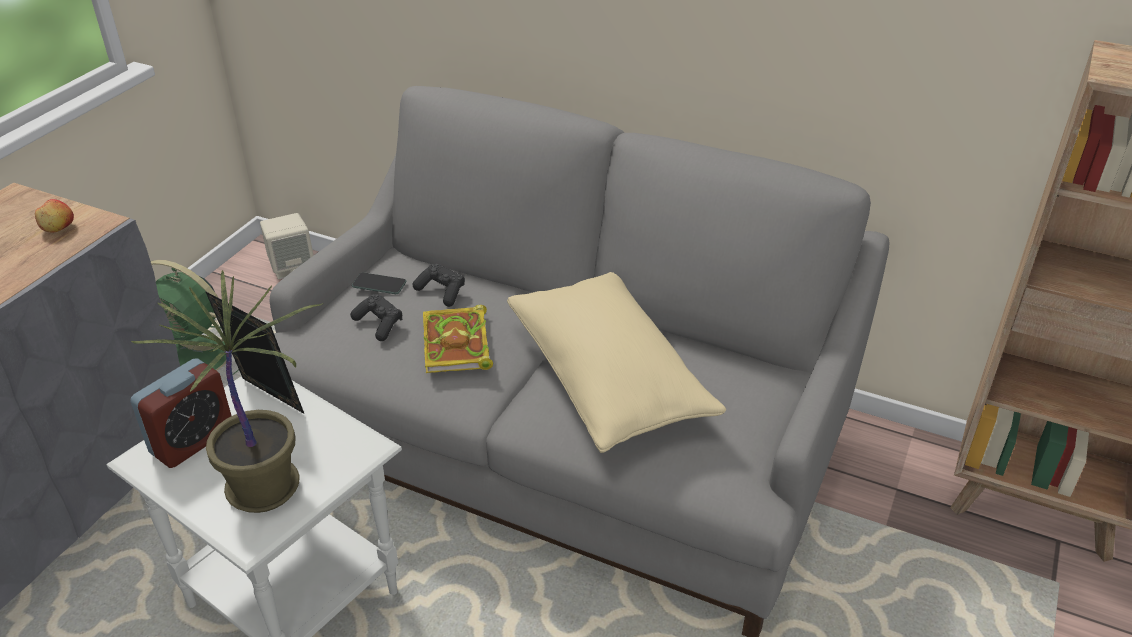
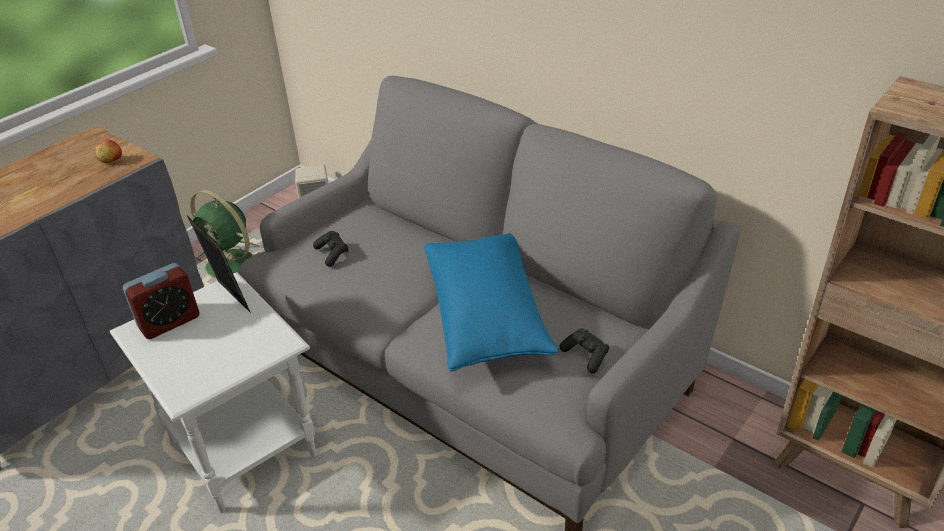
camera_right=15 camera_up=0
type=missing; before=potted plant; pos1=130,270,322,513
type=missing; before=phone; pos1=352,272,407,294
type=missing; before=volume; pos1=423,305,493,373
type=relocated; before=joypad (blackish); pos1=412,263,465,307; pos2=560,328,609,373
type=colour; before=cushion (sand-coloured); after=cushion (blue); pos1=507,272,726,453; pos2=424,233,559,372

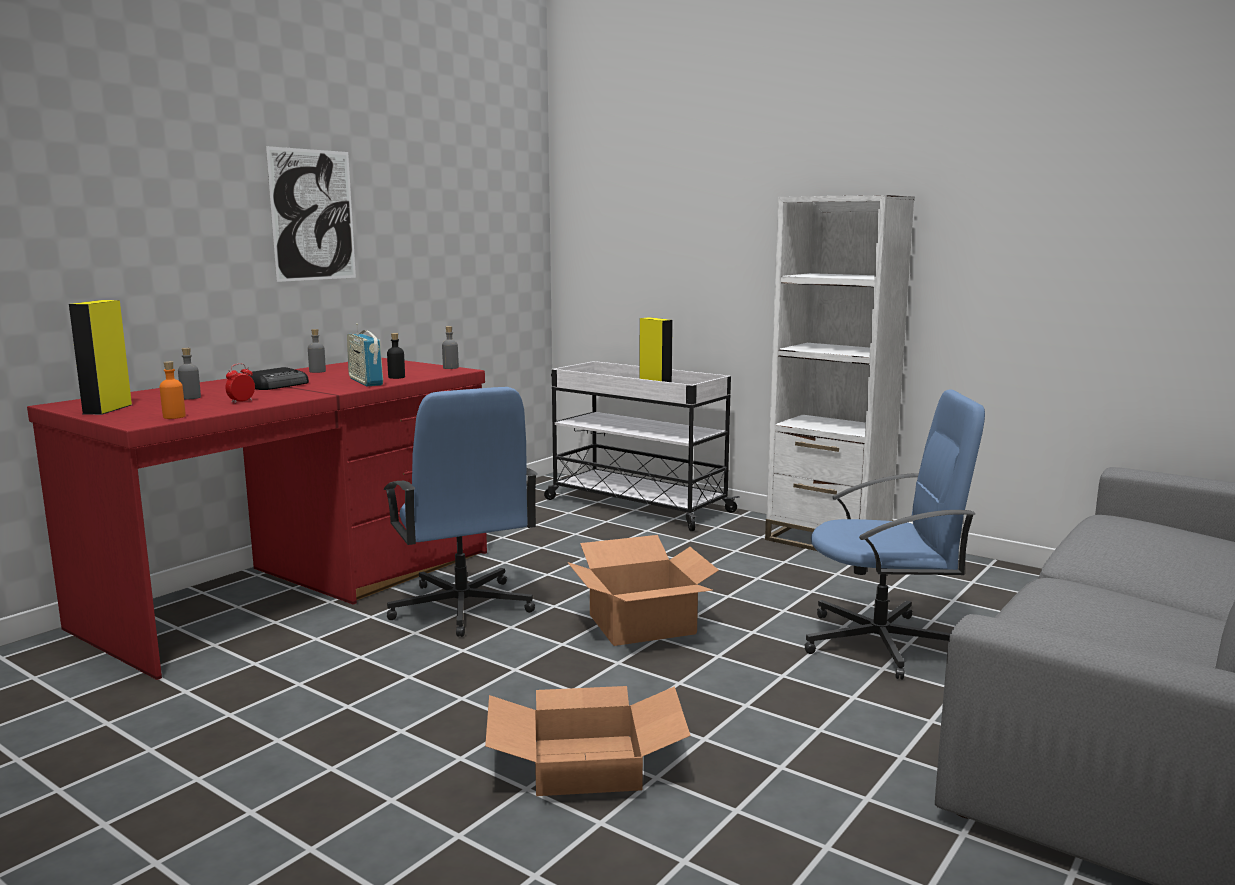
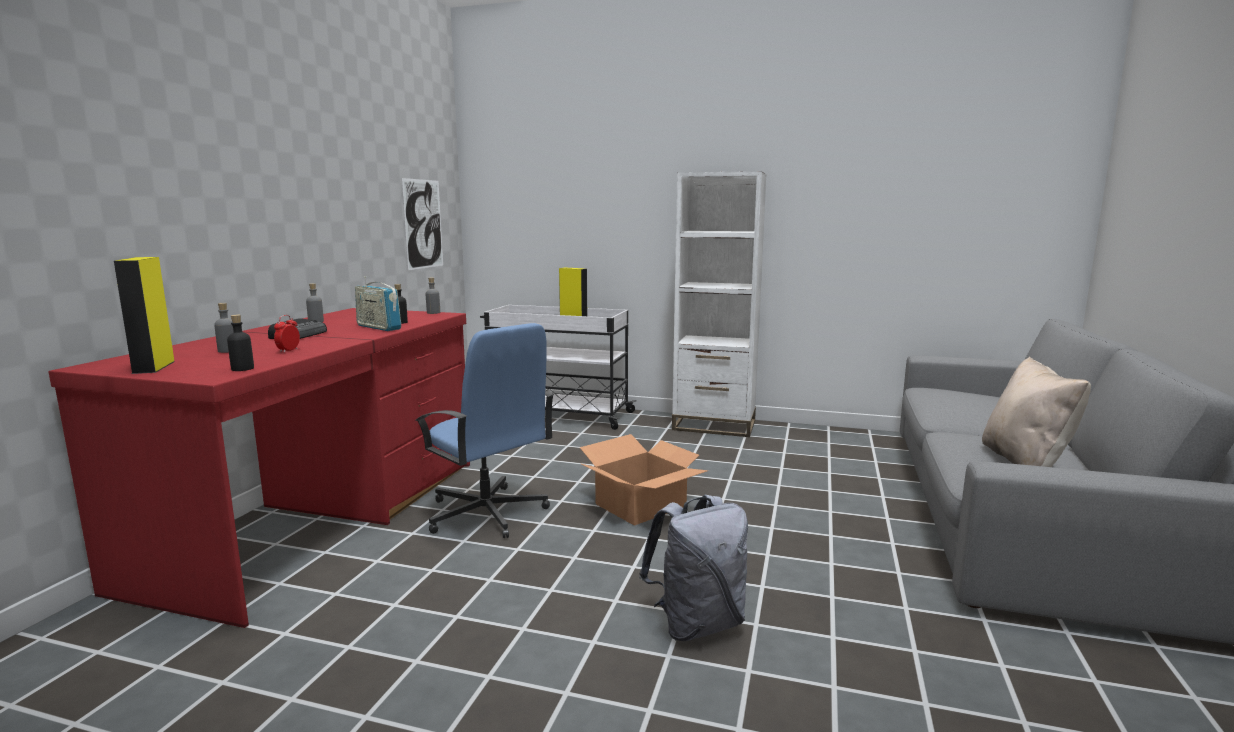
camera_right=-20 camera_up=0
type=missing; before=computer chair (blue); pos1=805,390,985,680
type=appeared; after=cushion (sand-coloured); pos2=982,357,1091,467
type=relocated; before=wall art; pos1=266,146,356,282; pos2=402,178,443,270
type=exchanged; before=packing box; after=knapsack (grey); pos1=485,686,691,796; pos2=639,495,748,641
type=colour; before=beverage bottle (orange-coloured); after=beverage bottle (blackish); pos1=160,361,186,419; pos2=227,315,254,371

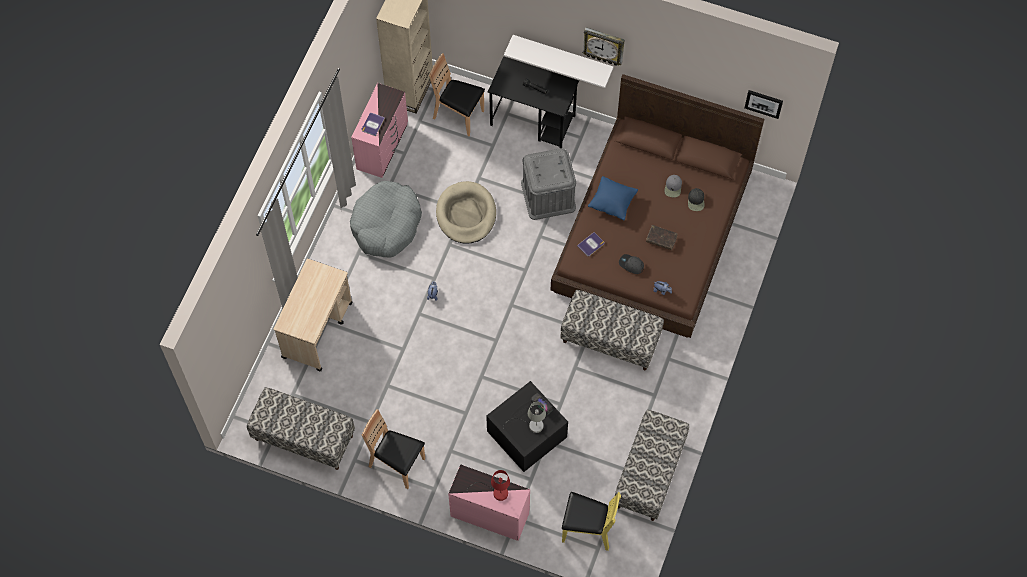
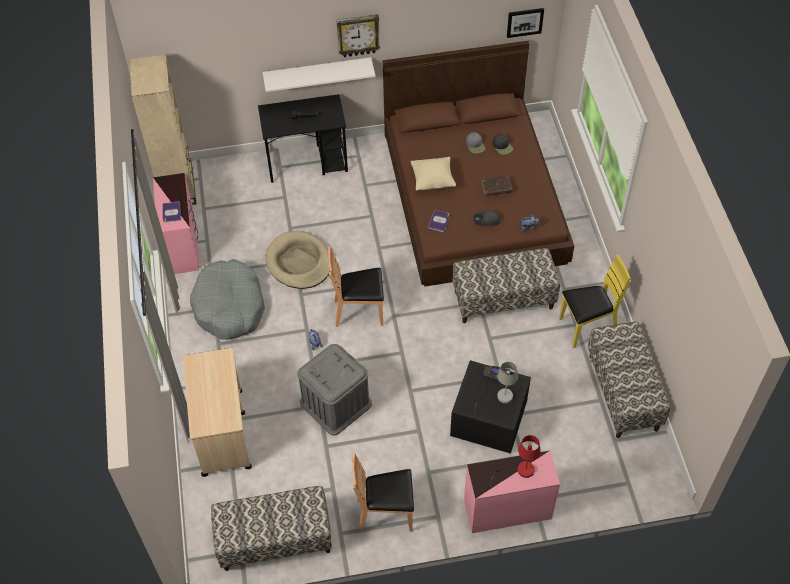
camera_right=-30 camera_up=-10
type=relocated; before=upright chair (brownish); pos1=429,53,485,136; pos2=328,246,384,327
type=relocated; before=storage box (grey); pos1=521,148,576,220; pos2=297,344,372,435
type=relocated; before=upright chair (yellow); pos1=562,492,621,551; pos2=559,255,631,348
type=colour; before=cushion (blue); after=cushion (sand-coloured); pos1=588,176,638,220; pos2=411,157,456,191

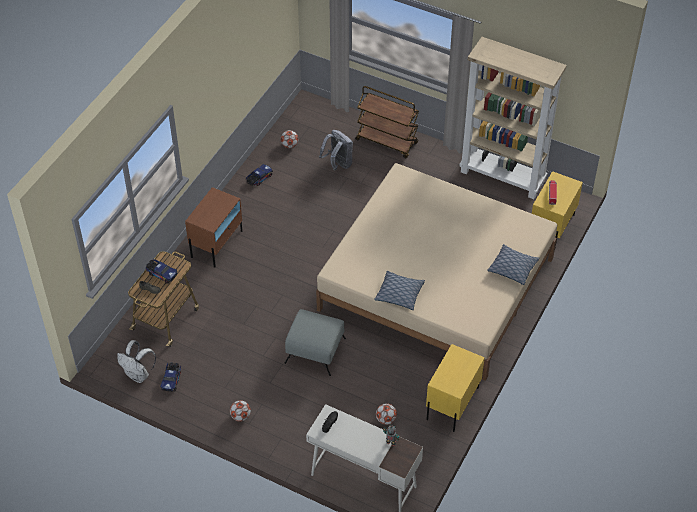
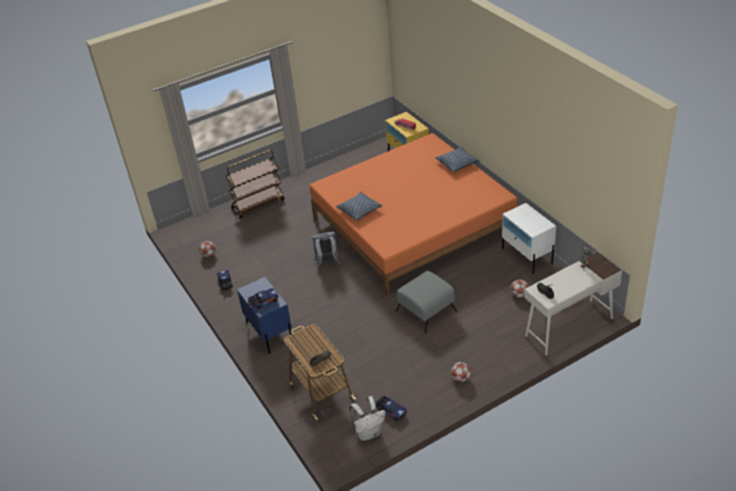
camera_right=-55 camera_up=-10
type=missing; before=bookshelf (sand-coloured); pos1=459,37,567,199
type=relocated; before=toy truck; pos1=145,259,178,284; pos2=248,288,278,309
type=relocated; before=knapsack (grey); pos1=319,130,353,171; pos2=312,232,340,267
type=relocated; before=cushion; pos1=374,271,425,310; pos2=336,192,382,221
type=colour; before=bedside table (brownish); after=bedside table (blue); pos1=185,187,242,268; pos2=237,277,292,354
type=colour; before=bed (sand-coloured); after=bed (orange-coloured); pos1=316,163,557,381; pos2=310,133,518,297
type=colour; before=bedside table (yellow); after=bedside table (white-coloured); pos1=426,344,485,432; pos2=502,203,556,274

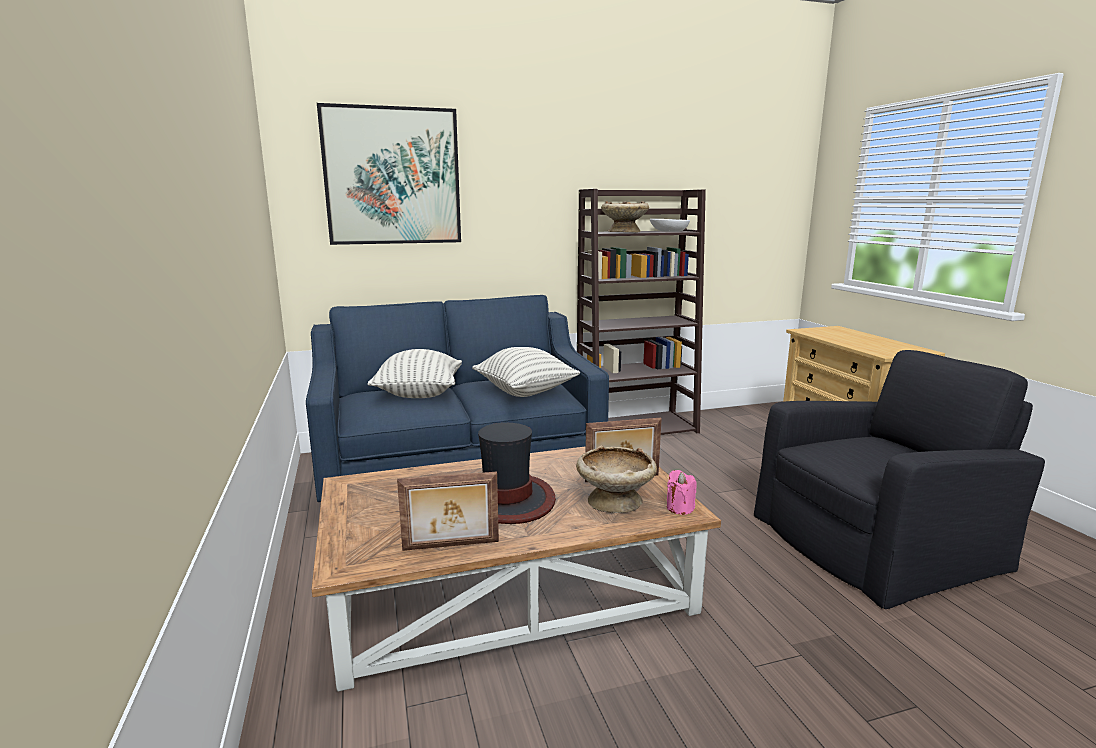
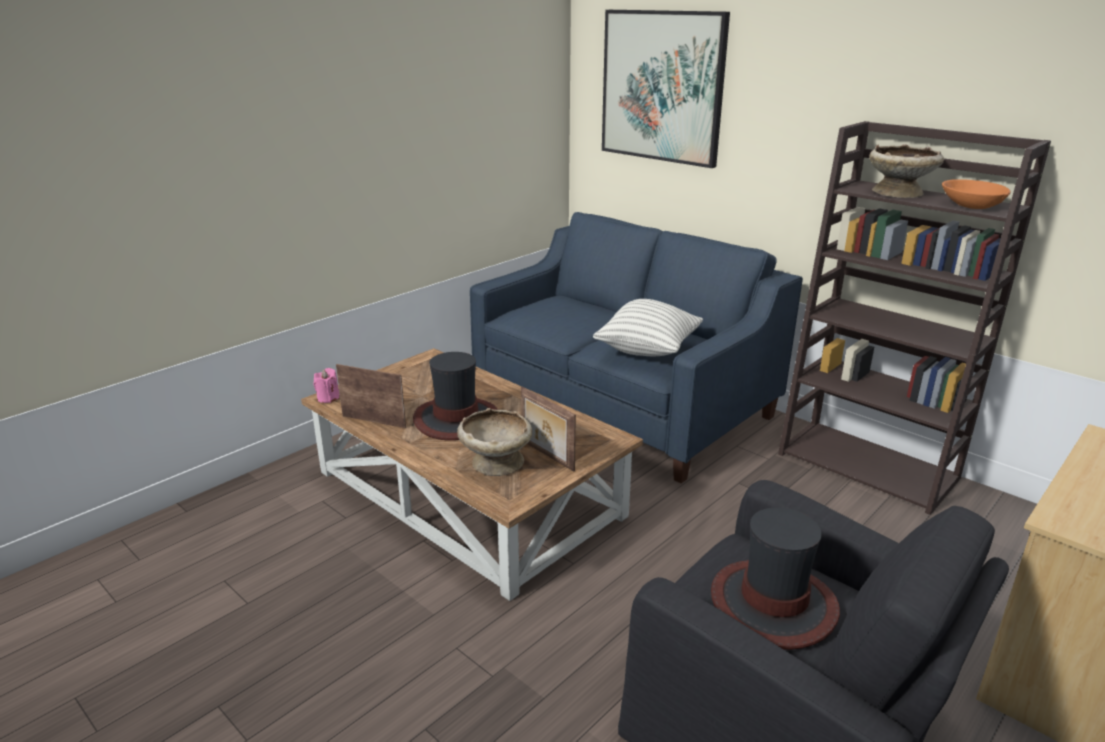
camera_right=60 camera_up=10
type=missing; before=cushion; pos1=368,349,462,398
type=appeared; after=clothing hat; pos2=711,507,840,650
type=relocated; before=candle (pinkish); pos1=667,470,697,515; pos2=313,368,339,403
type=colour; before=bowl (white-coloured); after=bowl (orange-coloured); pos1=650,219,690,232; pos2=942,179,1010,209
type=spun; before=photo frame; pos1=397,472,499,551; pos2=336,364,406,428; turn=150

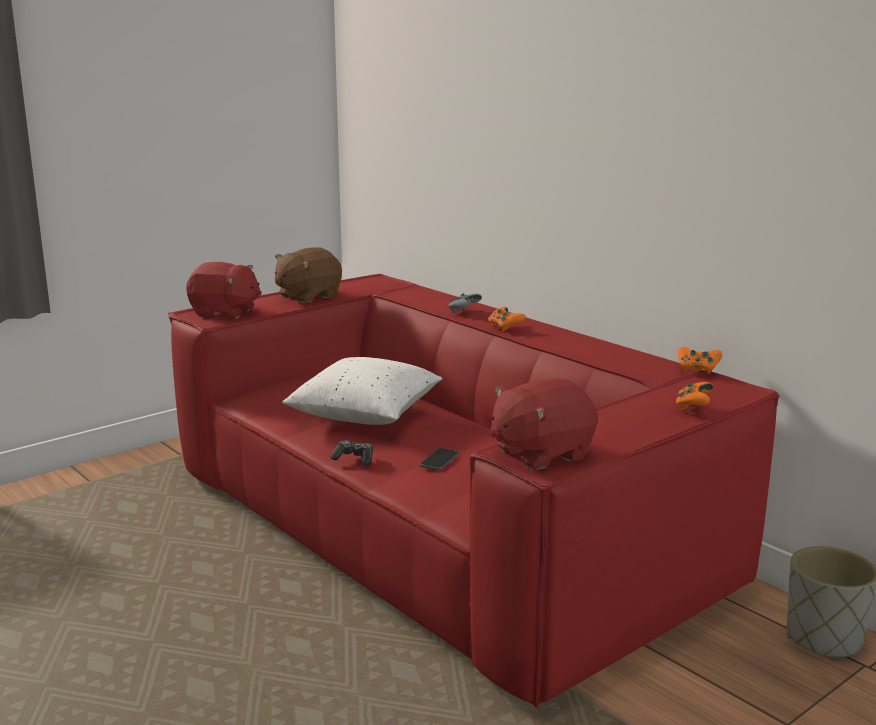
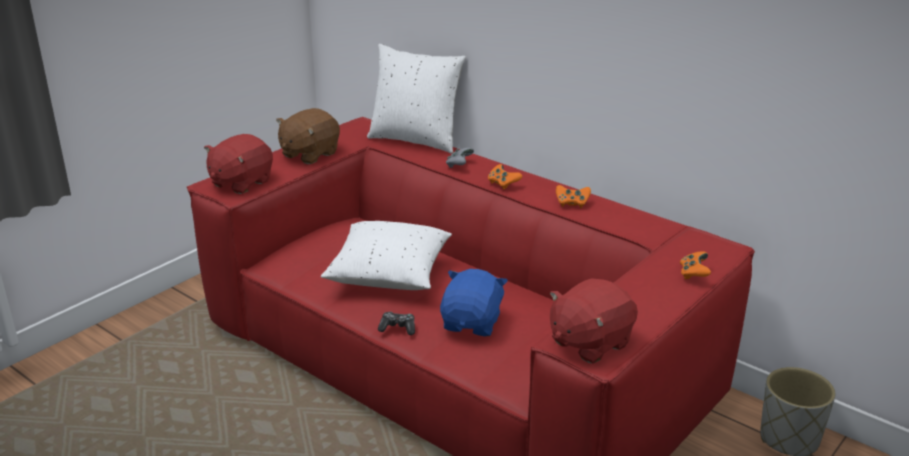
camera_right=-10 camera_up=10
type=appeared; after=cushion (white-coloured); pos2=367,44,466,153
type=relocated; before=joypad (orange-coloured); pos1=678,347,722,374; pos2=556,185,591,208
type=exchanged; before=phone; after=cuddly toy (blue); pos1=420,448,459,470; pos2=440,269,508,336
type=spun; before=cuddly toy (red-coloured); pos1=186,262,262,319; pos2=204,134,273,194; turn=120

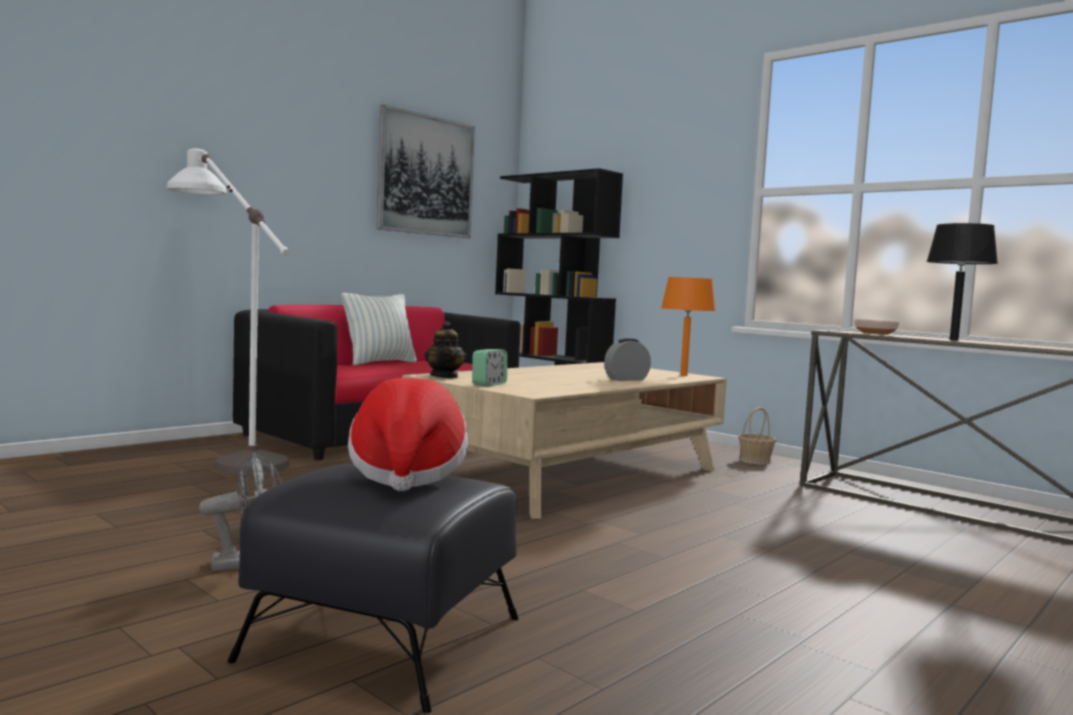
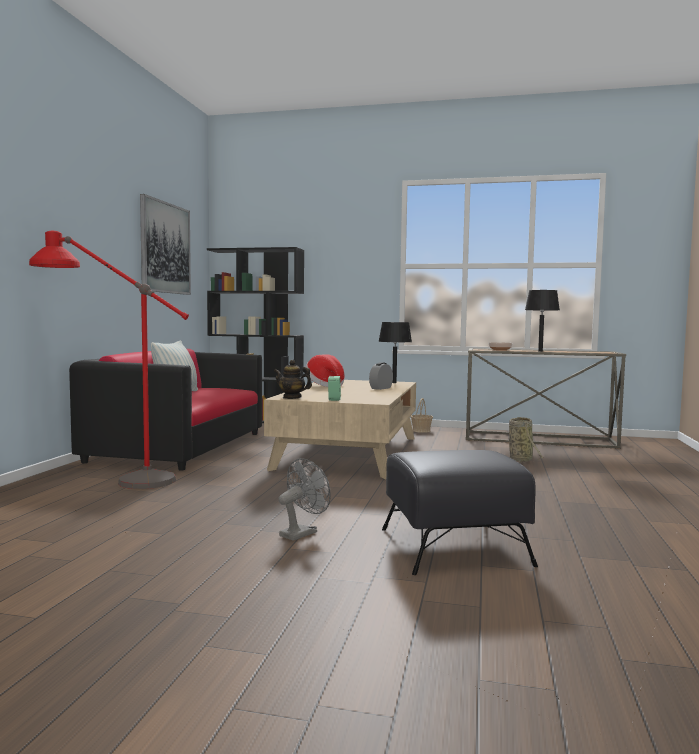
camera_right=-30 camera_up=0
type=appeared; after=basket; pos2=509,417,544,463
type=relocated; before=clothing hat; pos1=348,378,468,491; pos2=306,355,345,387
type=colour; before=floor lamp (white-coloured); after=floor lamp (red-coloured); pos1=167,148,290,474; pos2=29,231,189,489
type=colour; before=lamp for a table (orange-coloured); after=lamp for a table (blackish); pos1=661,277,716,376; pos2=378,322,412,383
type=spun; before=pot for tea; pos1=424,321,466,378; pos2=274,360,312,399; turn=150

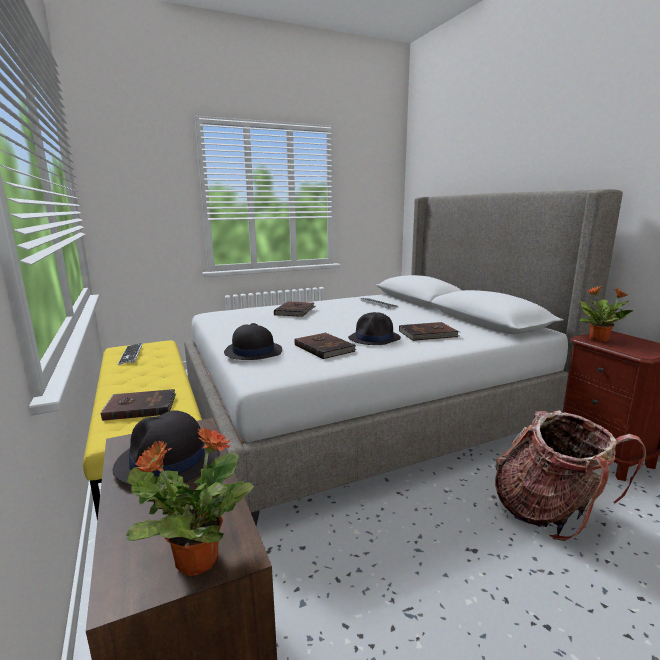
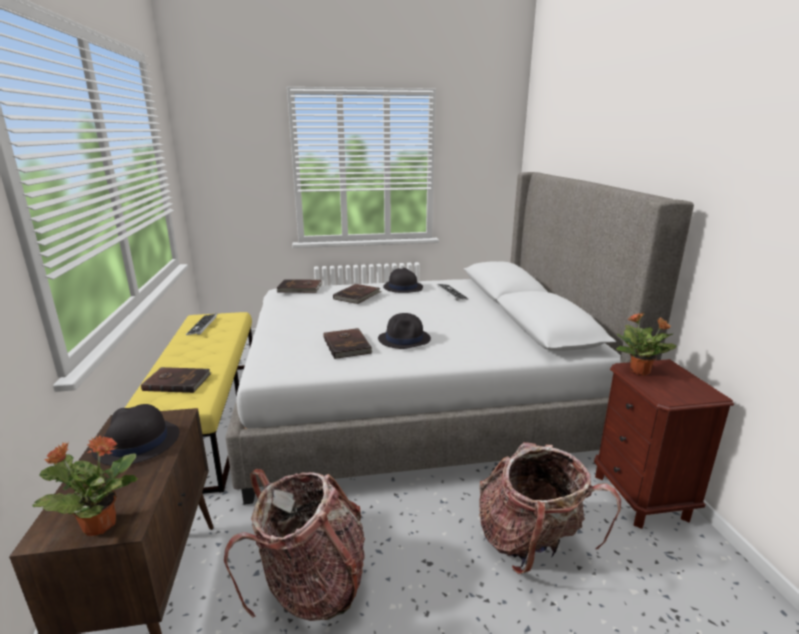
camera_right=15 camera_up=5
type=appeared; after=knapsack; pos2=224,469,365,621
type=relocated; before=clothing hat (blackish); pos1=224,323,282,360; pos2=383,268,423,293
type=relocated; before=volume (brownish); pos1=399,322,460,341; pos2=277,279,322,293

